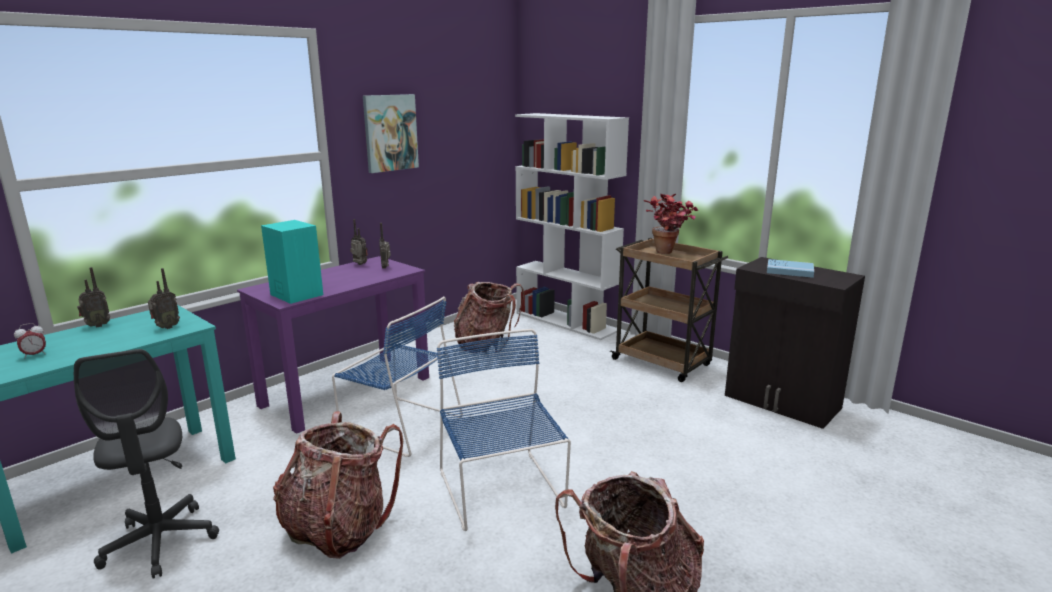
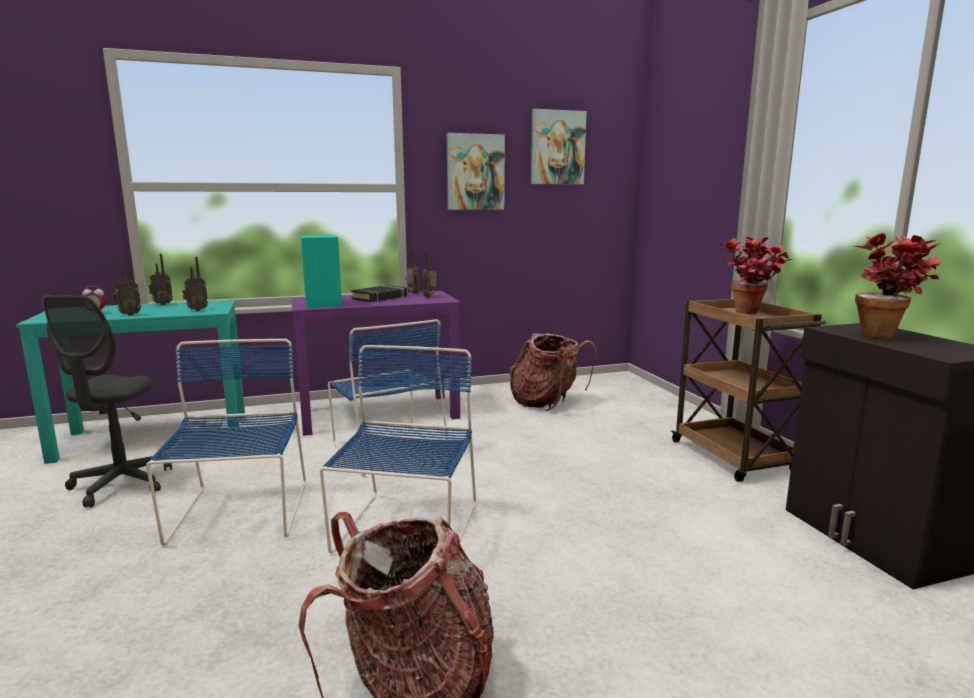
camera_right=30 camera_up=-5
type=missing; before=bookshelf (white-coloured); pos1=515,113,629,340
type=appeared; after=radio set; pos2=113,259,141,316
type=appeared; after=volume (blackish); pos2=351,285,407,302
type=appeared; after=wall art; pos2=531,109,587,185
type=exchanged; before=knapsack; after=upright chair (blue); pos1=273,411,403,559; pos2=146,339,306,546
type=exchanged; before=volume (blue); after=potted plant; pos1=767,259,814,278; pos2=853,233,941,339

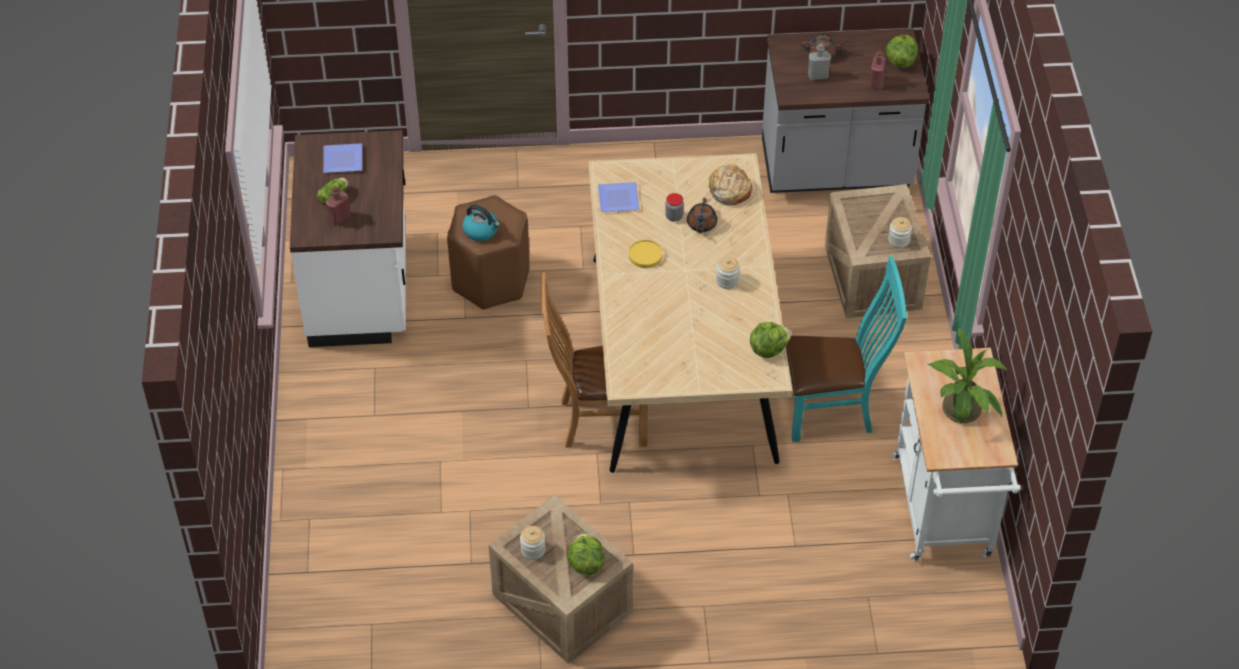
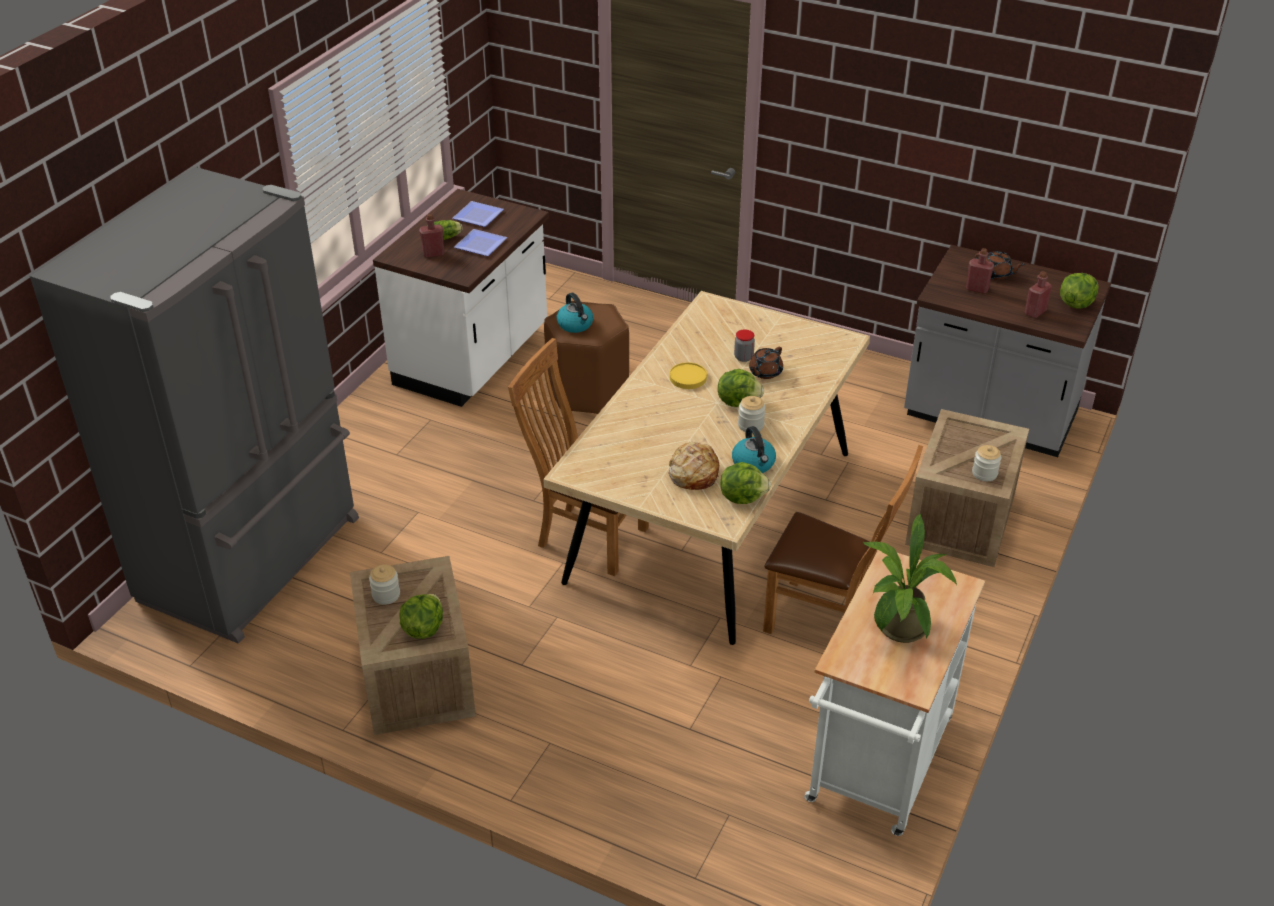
camera_right=30 camera_up=-10
type=appeared; after=refrigerator (grey); pos2=30,167,359,644
type=appeared; after=head of lettuce; pos2=718,369,764,407
type=appeared; after=kettle; pos2=732,426,776,473
type=relocated; before=dinner plate; pos1=598,182,639,212; pos2=454,229,507,256
type=relocated; before=bread; pos1=707,164,753,205; pos2=668,442,719,490
type=colour; before=upright chair (turquoise); after=upright chair (brownish); pos1=786,256,907,442; pos2=763,445,923,634
type=colour; before=beverage bottle (grey); after=beverage bottle (red-coloured); pos1=808,43,831,80; pos2=966,248,994,294

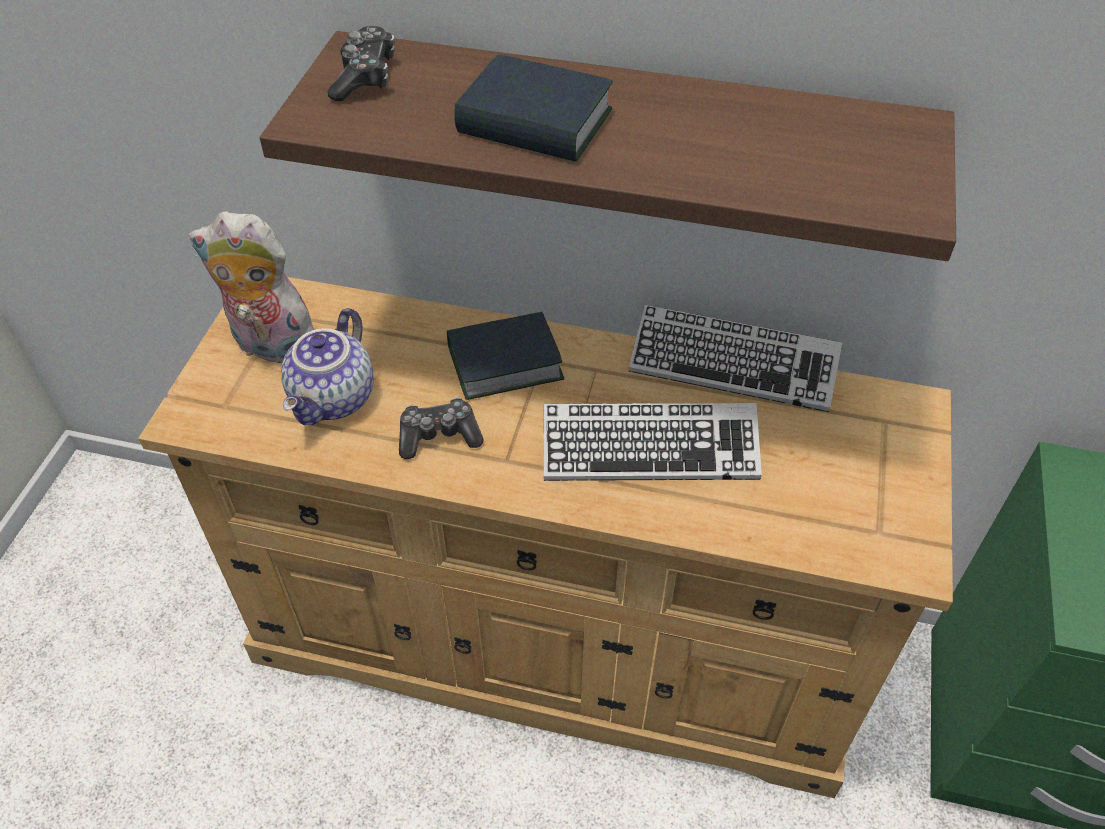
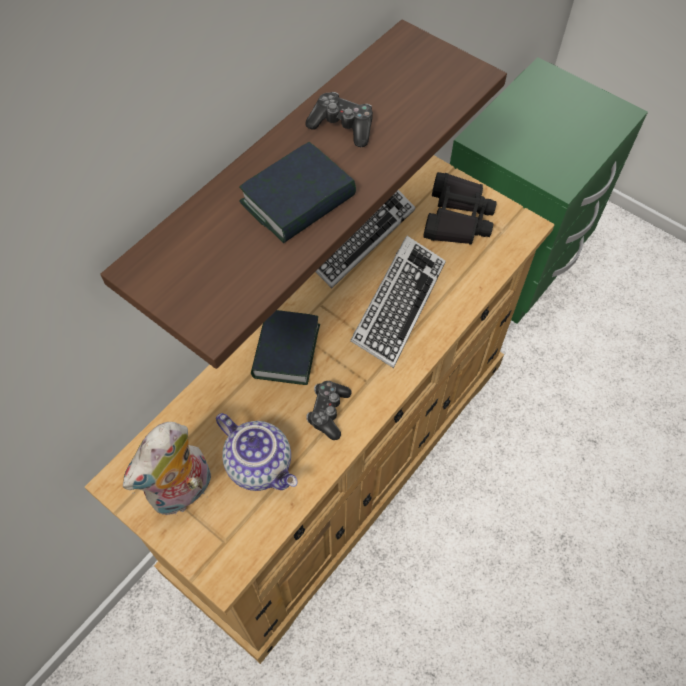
camera_right=-65 camera_up=10
type=appeared; after=field glasses (blackish); pos2=423,172,497,245
type=relocated; before=joypad; pos1=328,26,395,101; pos2=305,92,373,147

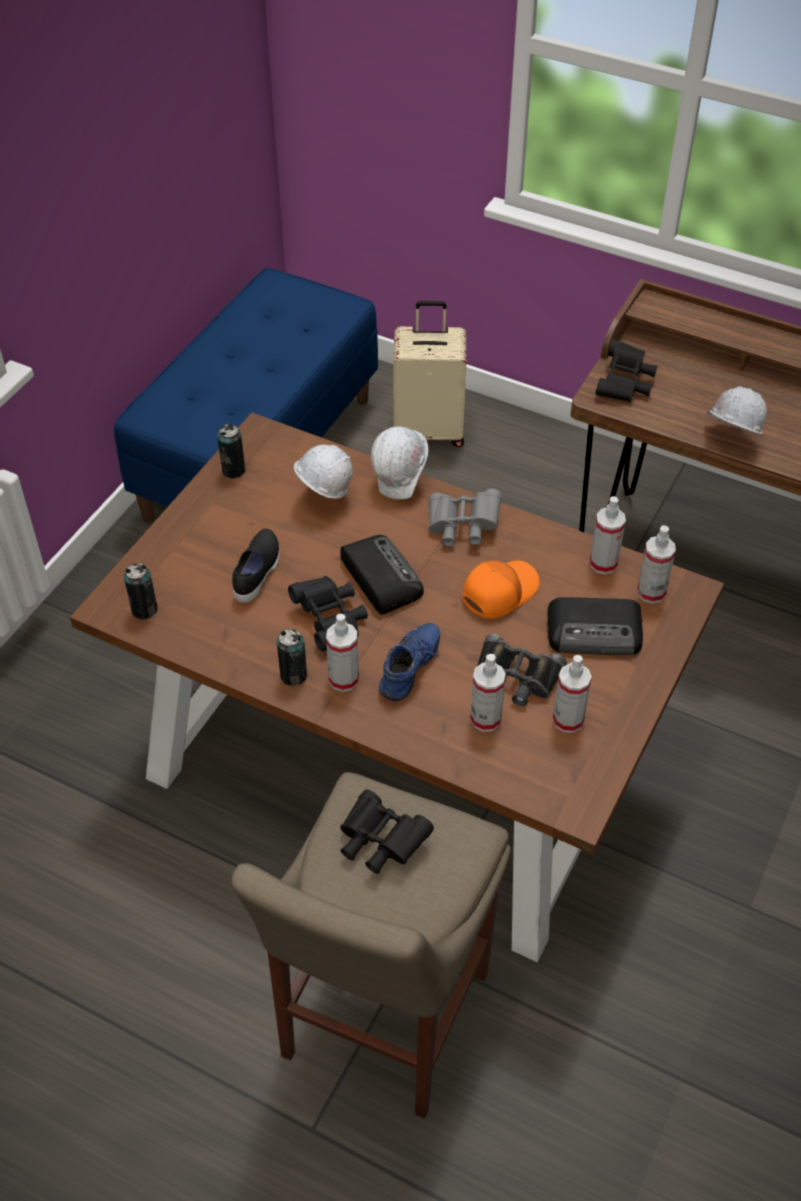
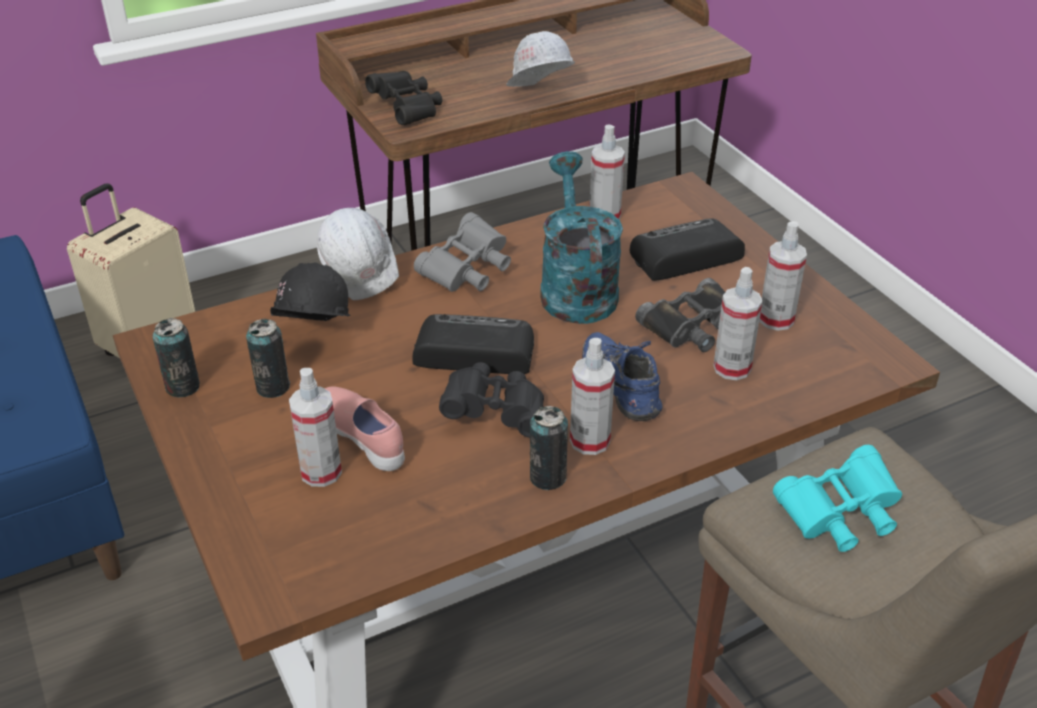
camera_right=-55 camera_up=-10
type=relocated; before=sealed can; pos1=124,563,158,619; pos2=246,319,290,398
type=relocated; before=spray bottle; pos1=637,525,676,604; pos2=289,368,342,487
type=exchanged; before=cap (orange-coloured); after=sprinkling can (turquoise); pos1=462,560,540,619; pos2=540,151,623,324
type=colour; before=shoe (blackish); after=shoe (pinkish); pos1=232,529,280,603; pos2=324,386,405,471
type=colour; before=work helmet (white-coloured); after=work helmet (blackish); pos1=294,445,353,499; pos2=252,262,351,321
type=colour; before=field glasses (blackish); after=field glasses (turquoise); pos1=340,789,434,874; pos2=773,445,902,552
type=spun; before=radio set; pos1=547,597,643,655; pos2=630,218,745,281; turn=-150

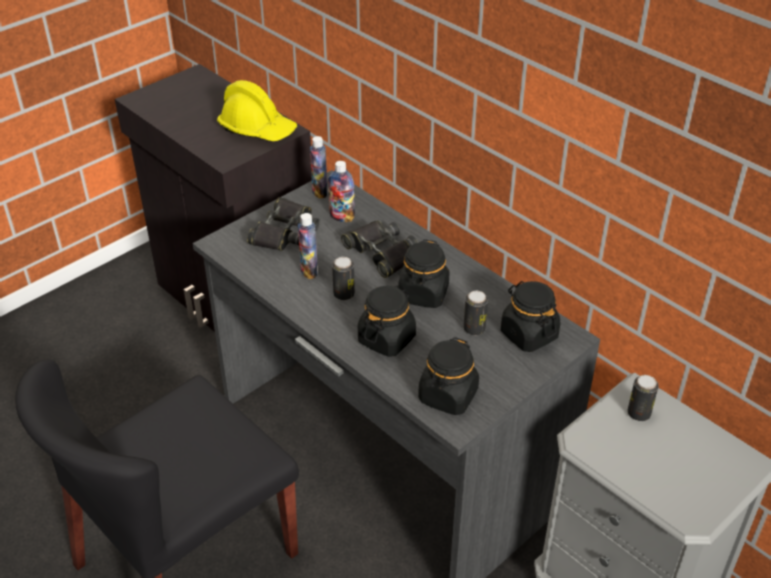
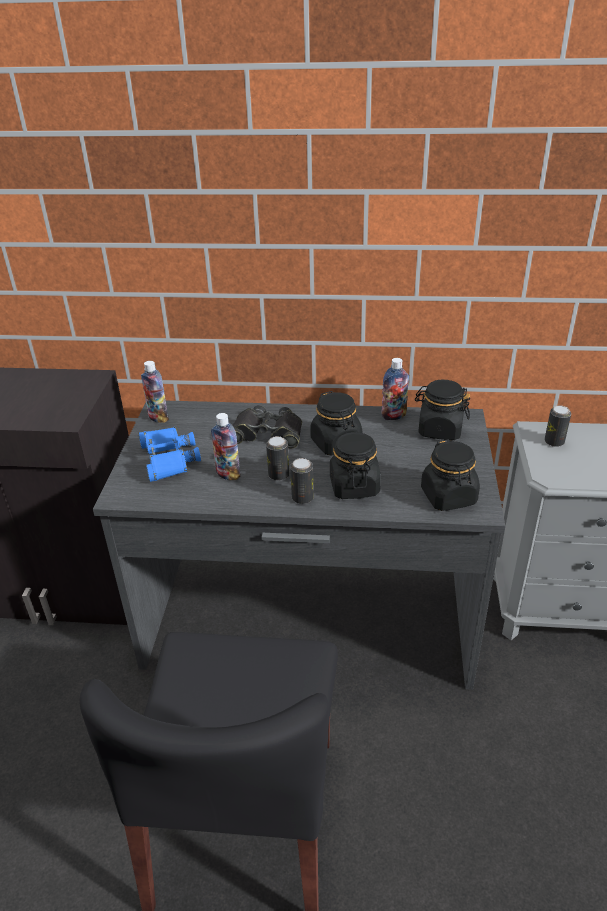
camera_right=-40 camera_up=-5
type=missing; before=work helmet (yellow); pos1=217,80,297,141
type=relocated; before=beverage bottle; pos1=328,161,355,222; pos2=381,358,409,420
type=relocated; before=sealed can; pos1=464,291,488,335; pos2=290,458,314,504
type=colour; before=field glasses (blackish); after=field glasses (blue); pos1=247,197,320,251; pos2=138,427,201,482

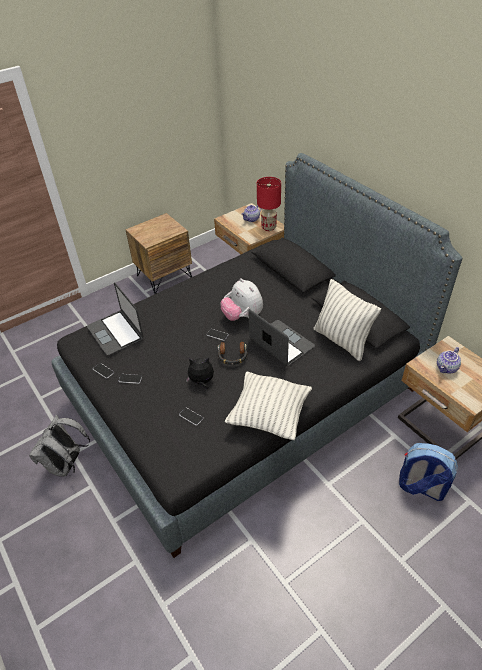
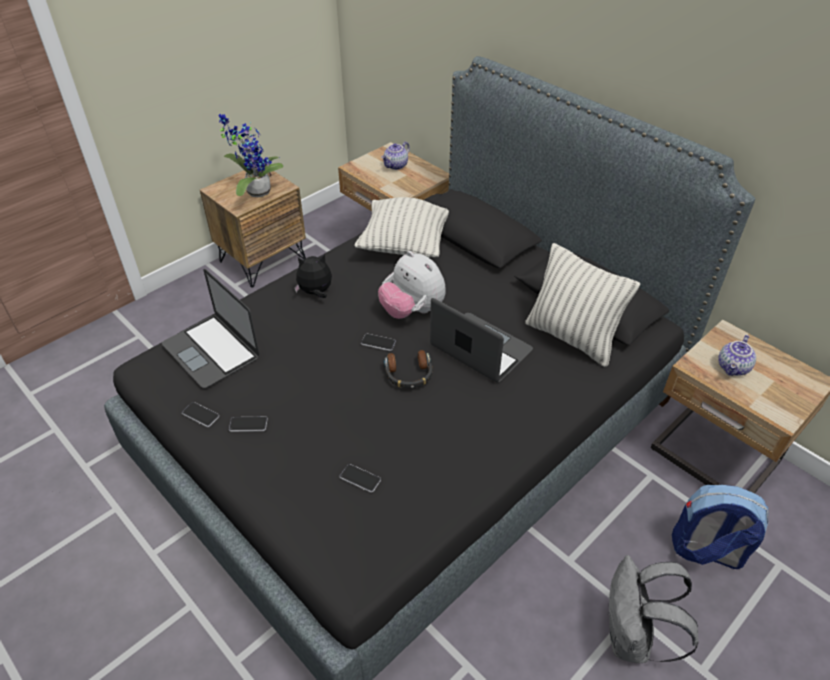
camera_right=-10 camera_up=0
type=missing; before=lamp for a table (red-coloured); pos1=257,177,281,231
type=appeared; after=potted plant; pos2=218,113,283,197
type=relocated; before=knapsack (grey); pos1=29,415,90,476; pos2=607,555,698,663
type=relocated; before=cuddly toy; pos1=186,357,214,389; pos2=294,254,332,298
type=relocated; before=cushion; pos1=225,372,312,440; pos2=354,197,449,258

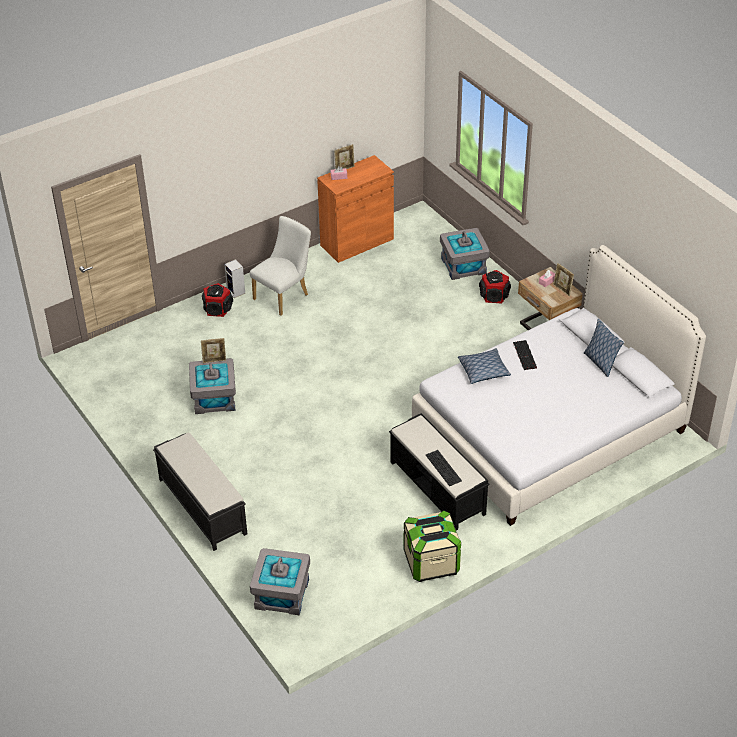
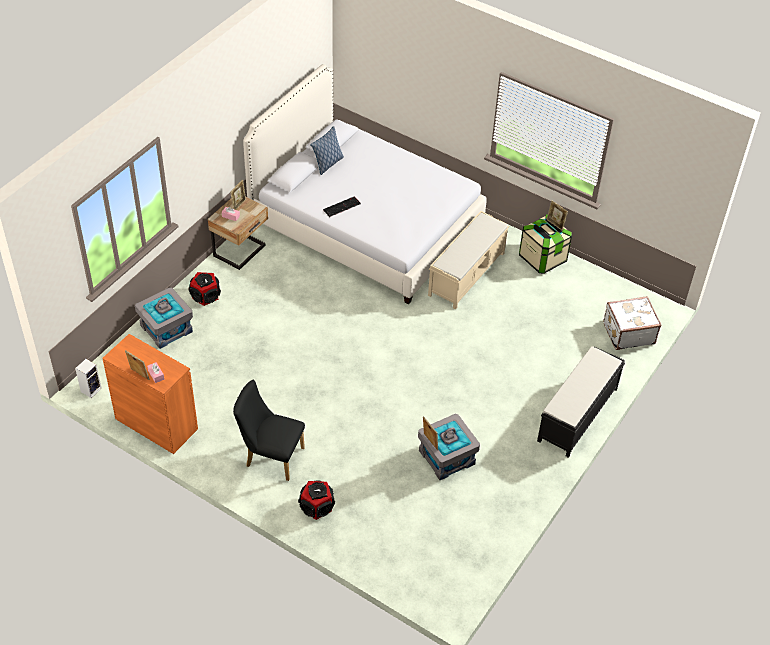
camera_right=-115 camera_up=5
type=missing; before=PC keyboard; pos1=426,450,462,486
type=missing; before=cushion; pos1=458,348,511,384
type=appeared; after=photo frame; pos2=546,200,568,231
type=relocated; before=loudspeaker; pos1=224,259,245,298; pos2=75,359,102,398
type=exchanged; before=storage box (grey); after=piece of luggage (white-coloured); pos1=250,548,310,616; pos2=603,296,661,350
type=colour; before=upright chair (white-coloured); after=upright chair (blackish); pos1=250,216,311,316; pos2=233,380,305,481
type=colour; before=long seat (blackish); after=long seat (sand-coloured); pos1=389,413,490,530; pos2=428,211,509,309

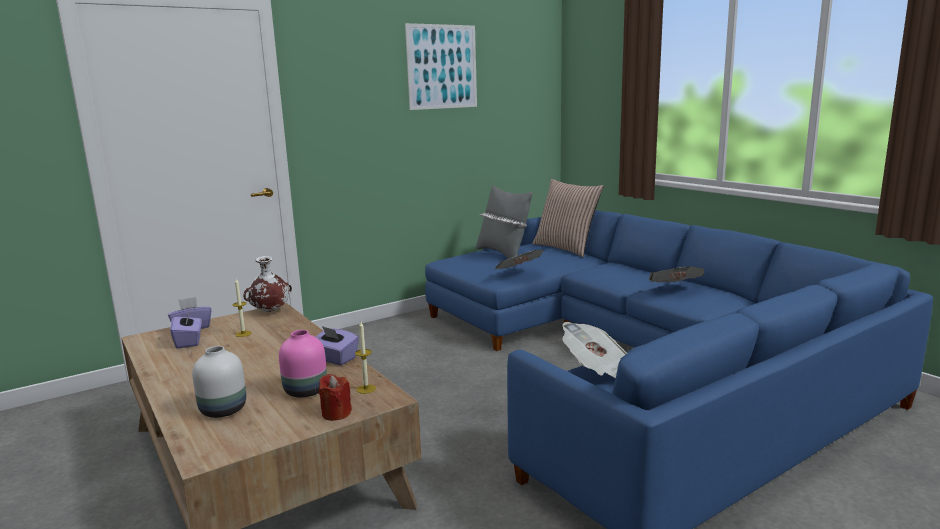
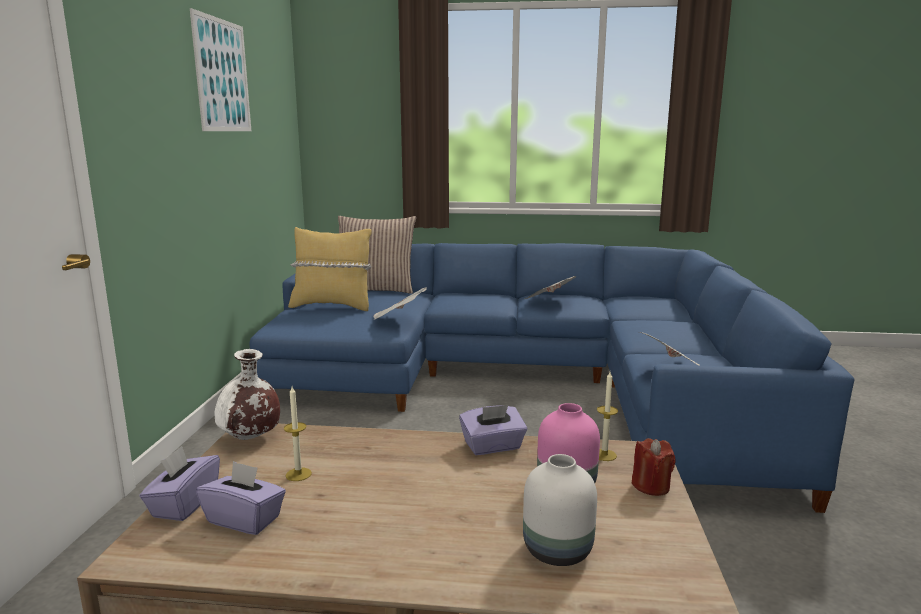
camera_right=-50 camera_up=0
type=colour; before=cushion (grey); after=cushion (yellow); pos1=476,185,533,259; pos2=288,227,372,311

